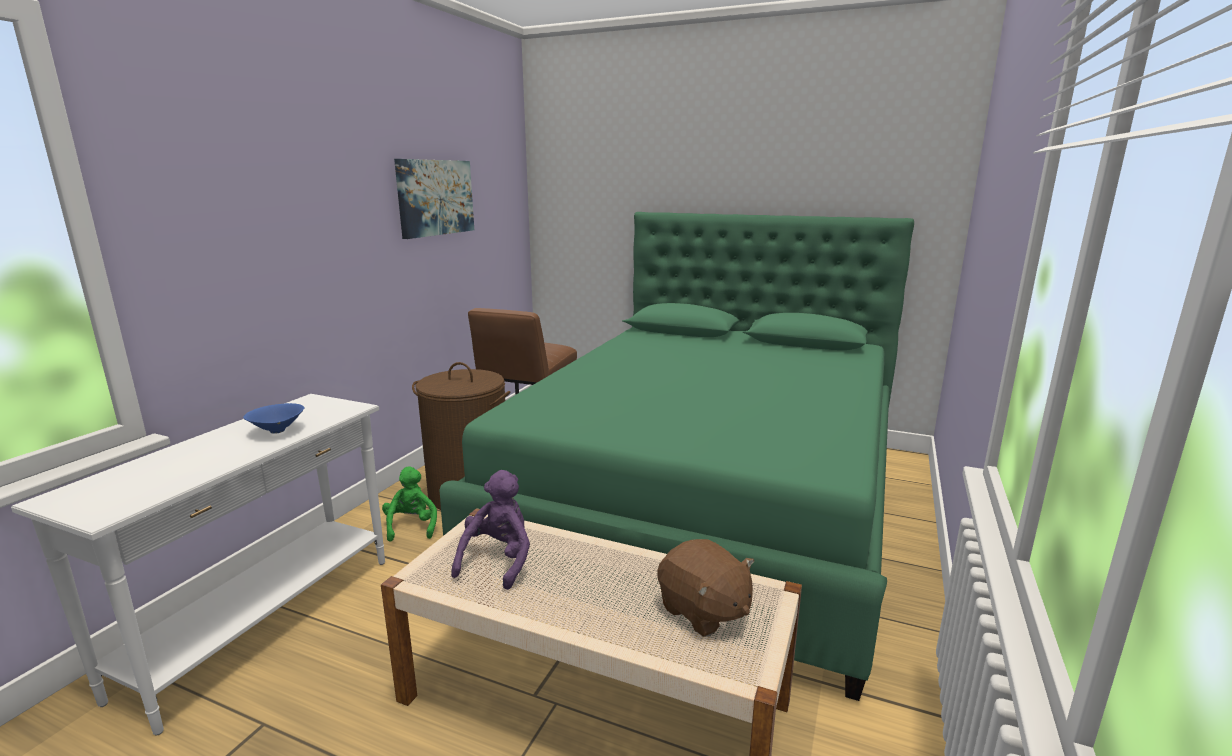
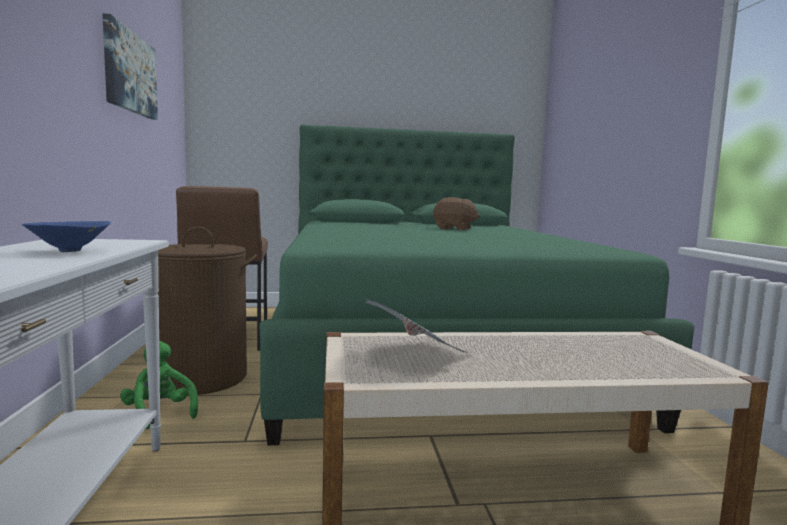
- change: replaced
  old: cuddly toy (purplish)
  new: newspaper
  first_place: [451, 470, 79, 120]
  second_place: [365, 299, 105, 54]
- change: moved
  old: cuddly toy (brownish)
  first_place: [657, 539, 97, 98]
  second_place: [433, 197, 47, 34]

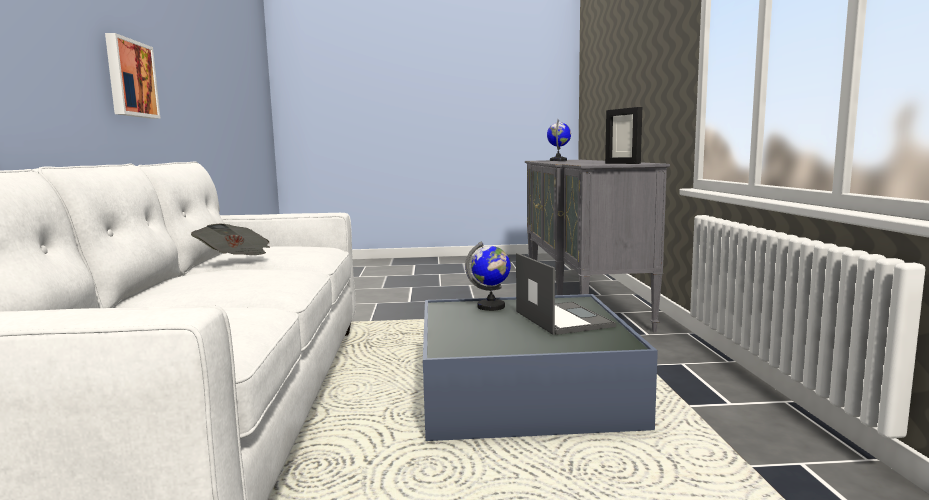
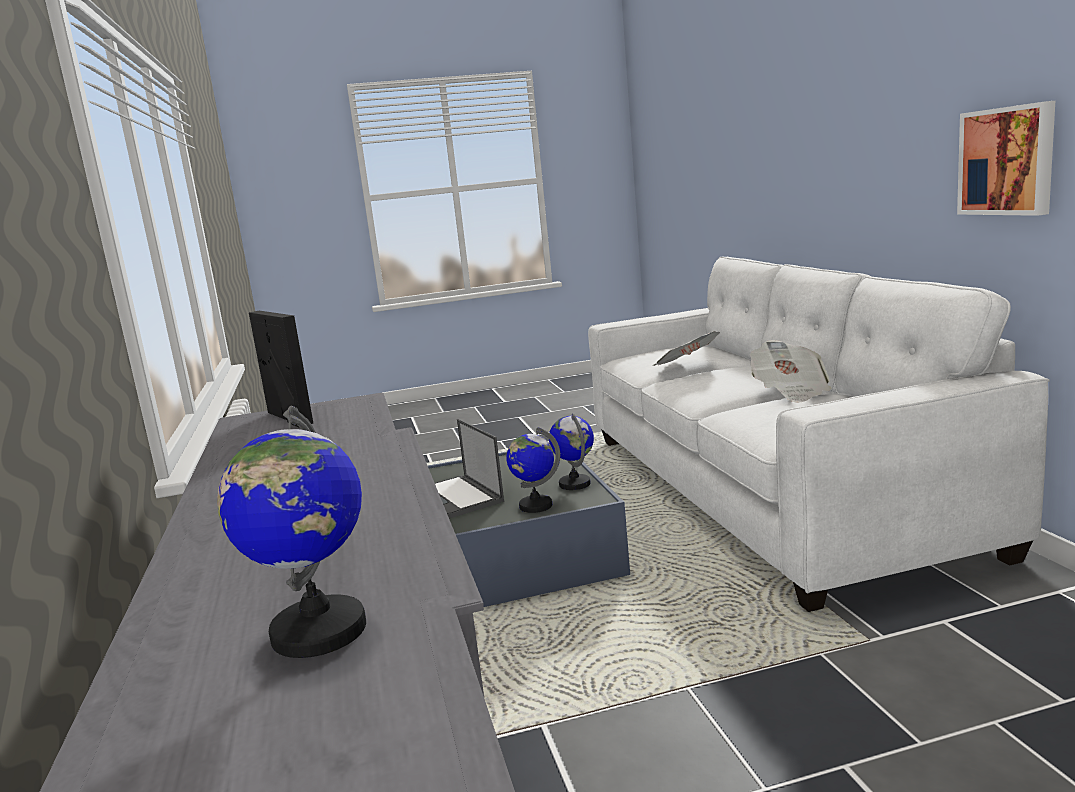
- change: added
  new: newspaper
  second_place: [653, 331, 67, 35]
- change: added
  new: globe
  second_place: [549, 413, 45, 77]

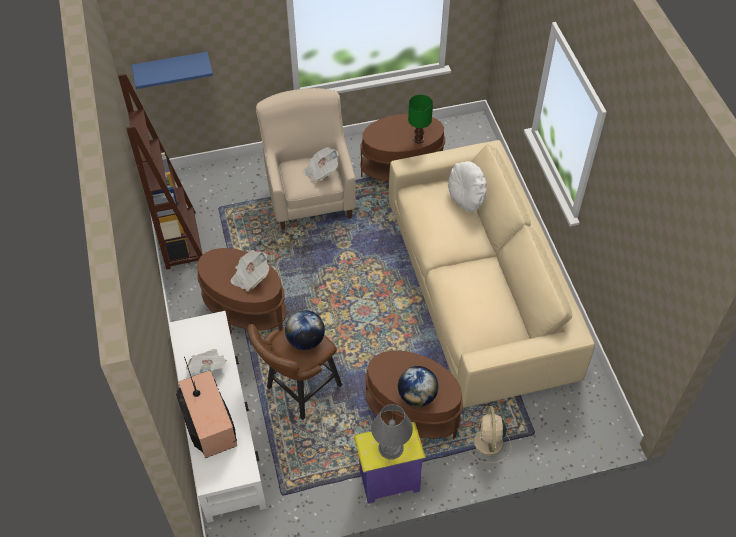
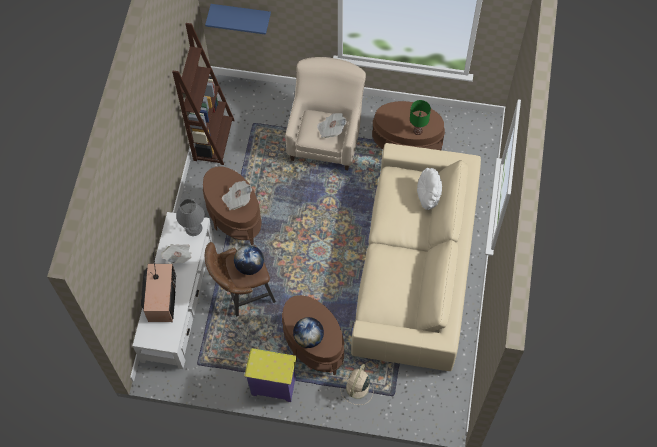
- change: moved
  old: tabletop lamp (gray)
  first_place: [371, 404, 42, 56]
  second_place: [176, 199, 28, 37]

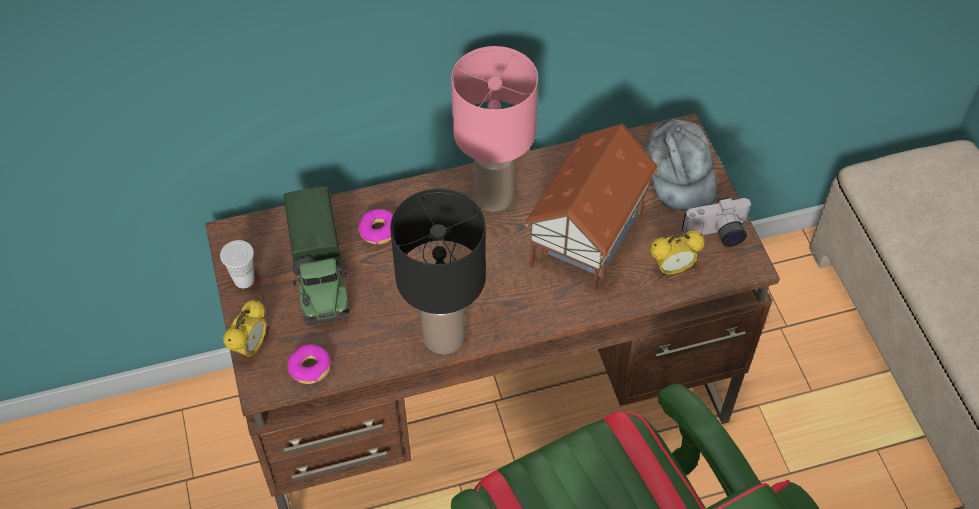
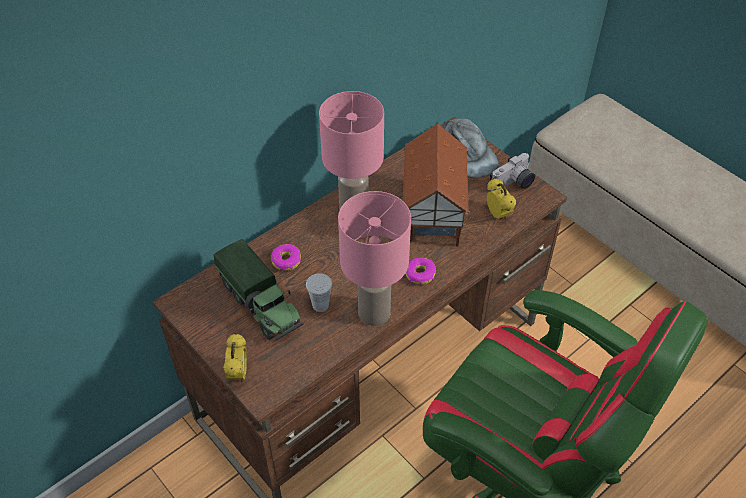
- change: recoloured
  old: tabletop lamp (black)
  new: tabletop lamp (pinkish)
  first_place: [390, 189, 96, 165]
  second_place: [338, 191, 73, 135]
- change: turned
  old: table clock
  first_place: [650, 231, 55, 44]
  second_place: [487, 178, 29, 42]
  degrees: -75
- change: moved
  old: small cup (white)
  first_place: [220, 240, 35, 48]
  second_place: [306, 273, 26, 39]
- change: moved
  old: doughnut
  first_place: [287, 344, 44, 40]
  second_place: [406, 257, 30, 28]

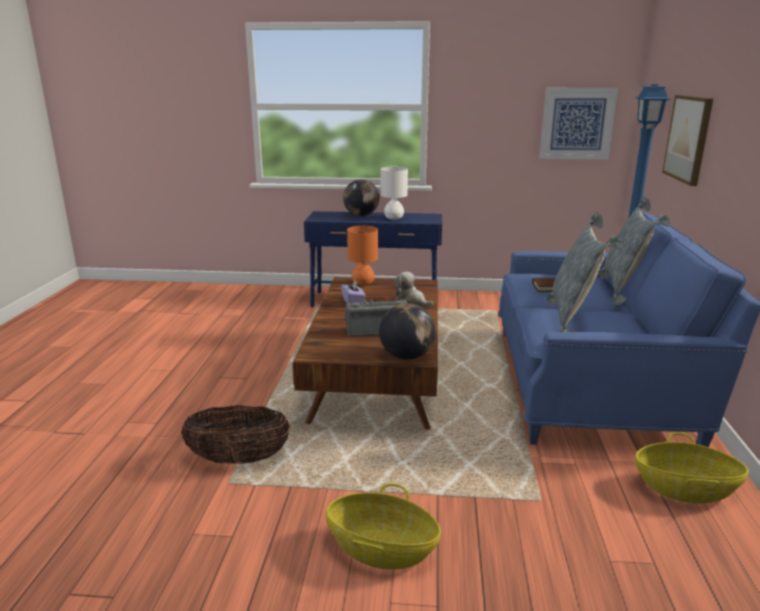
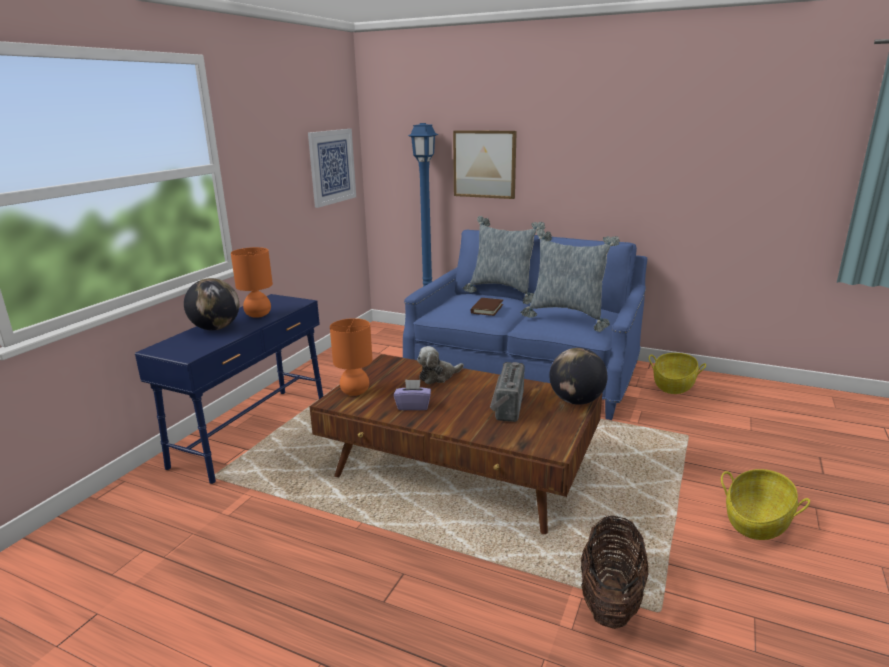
- change: recoloured
  old: tabletop lamp (white)
  new: tabletop lamp (orange)
  first_place: [381, 167, 27, 53]
  second_place: [231, 247, 42, 71]

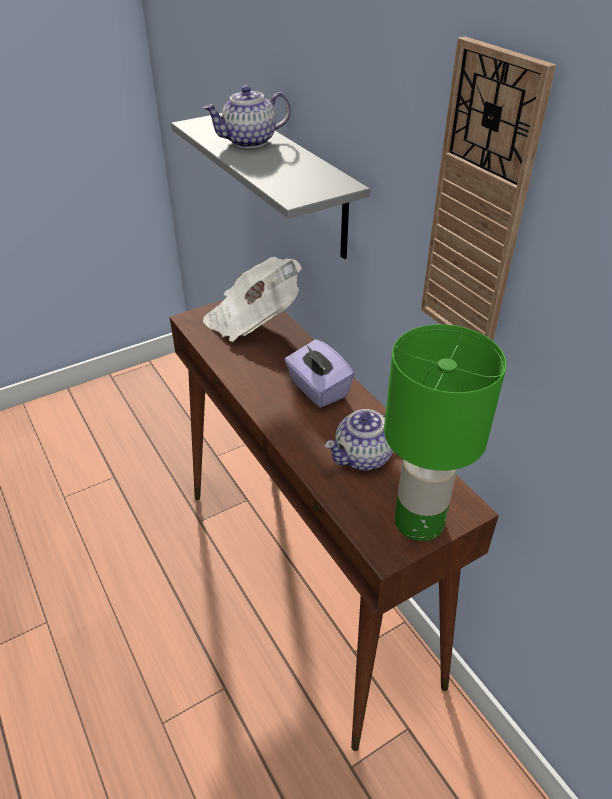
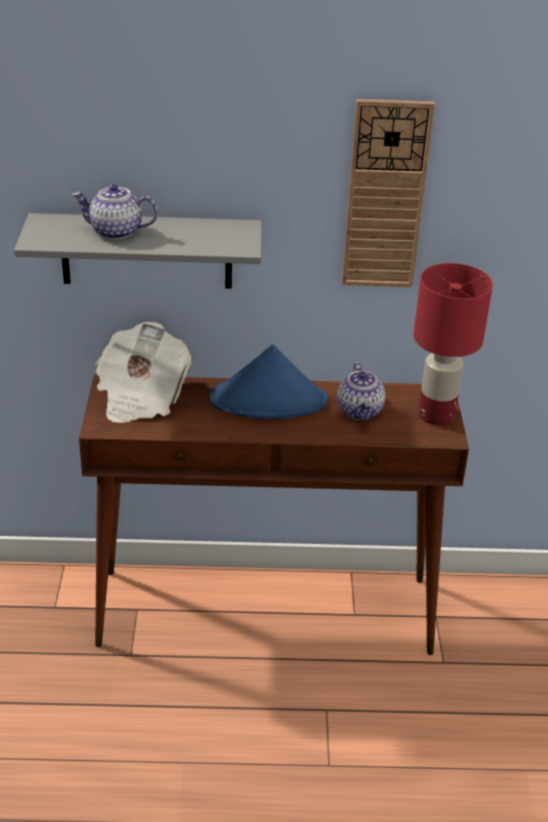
- change: turned
  old: teapot
  first_place: [203, 86, 88, 62]
  second_place: [72, 184, 86, 56]
  degrees: 90
- change: recoloured
  old: tabletop lamp (green)
  new: tabletop lamp (red-coloured)
  first_place: [384, 324, 123, 217]
  second_place: [413, 263, 80, 162]
- change: replaced
  old: box of tissues (purplish)
  new: wearable hat (blue)
  first_place: [285, 339, 69, 69]
  second_place: [210, 345, 117, 74]

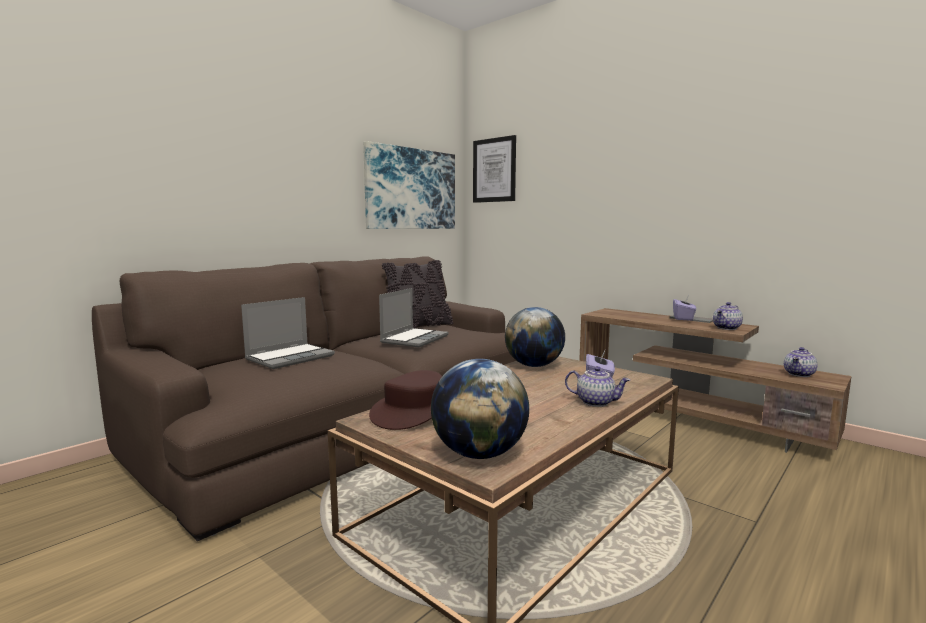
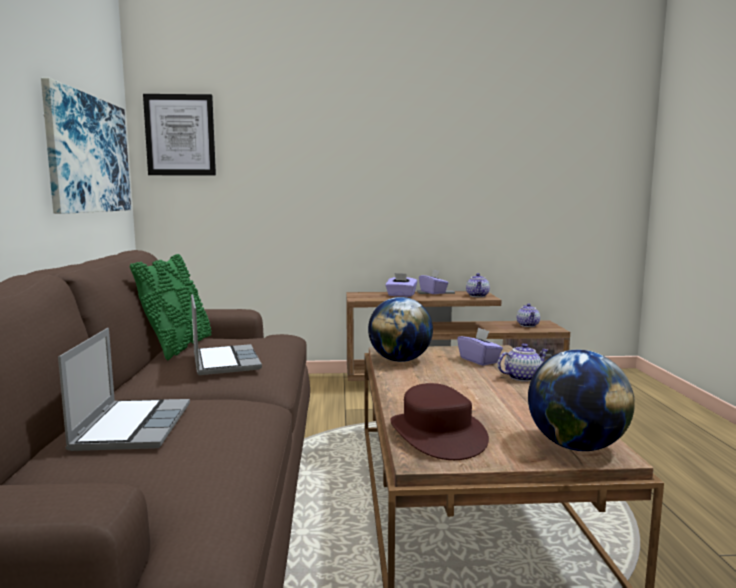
- change: recoloured
  old: throw pillow (black)
  new: throw pillow (green)
  first_place: [382, 260, 71, 68]
  second_place: [129, 254, 83, 106]
- change: added
  new: box of tissues (purplish)
  second_place: [385, 273, 33, 24]

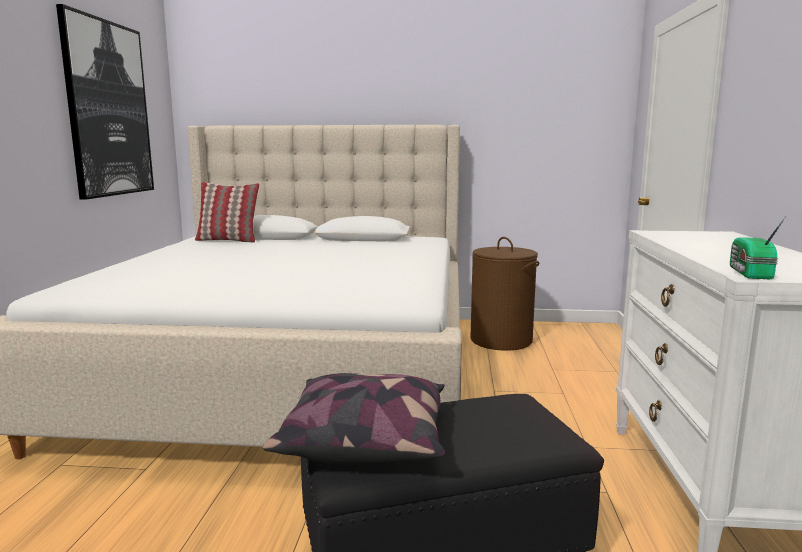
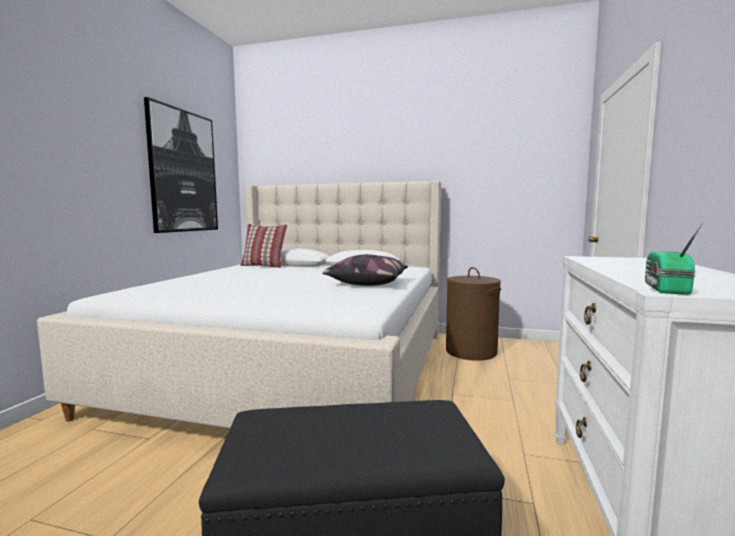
- change: moved
  old: throw pillow
  first_place: [262, 373, 184, 93]
  second_place: [322, 254, 86, 32]

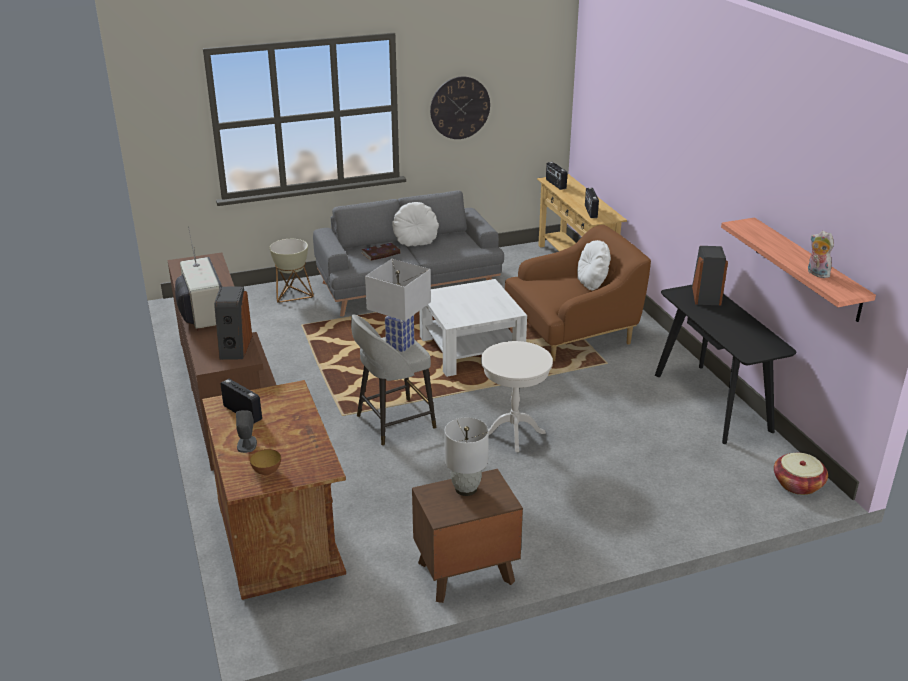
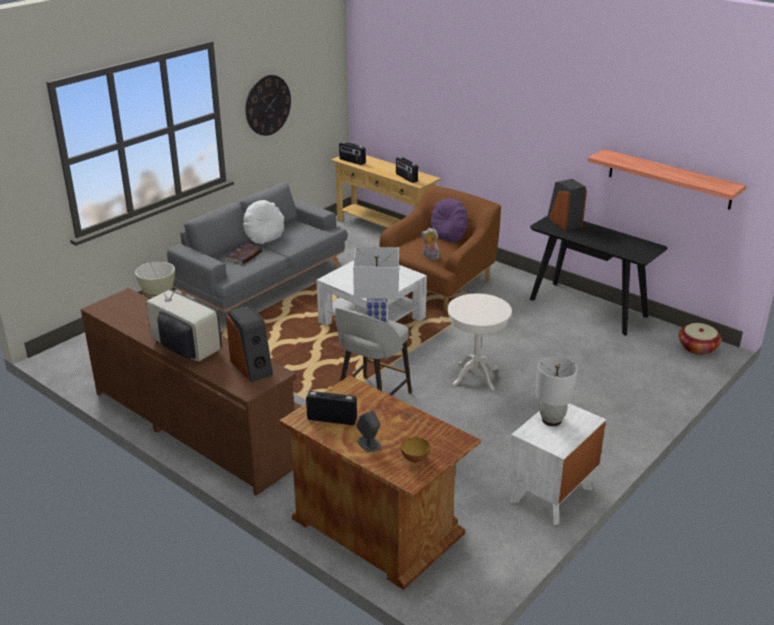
- change: moved
  old: cuddly toy
  first_place: [808, 231, 26, 47]
  second_place: [421, 228, 18, 32]
- change: recoloured
  old: throw pillow (white)
  new: throw pillow (purplish)
  first_place: [577, 240, 34, 50]
  second_place: [430, 198, 38, 45]
- change: recoloured
  old: night table (brownish)
  new: night table (white)
  first_place: [412, 469, 111, 134]
  second_place: [508, 403, 98, 122]

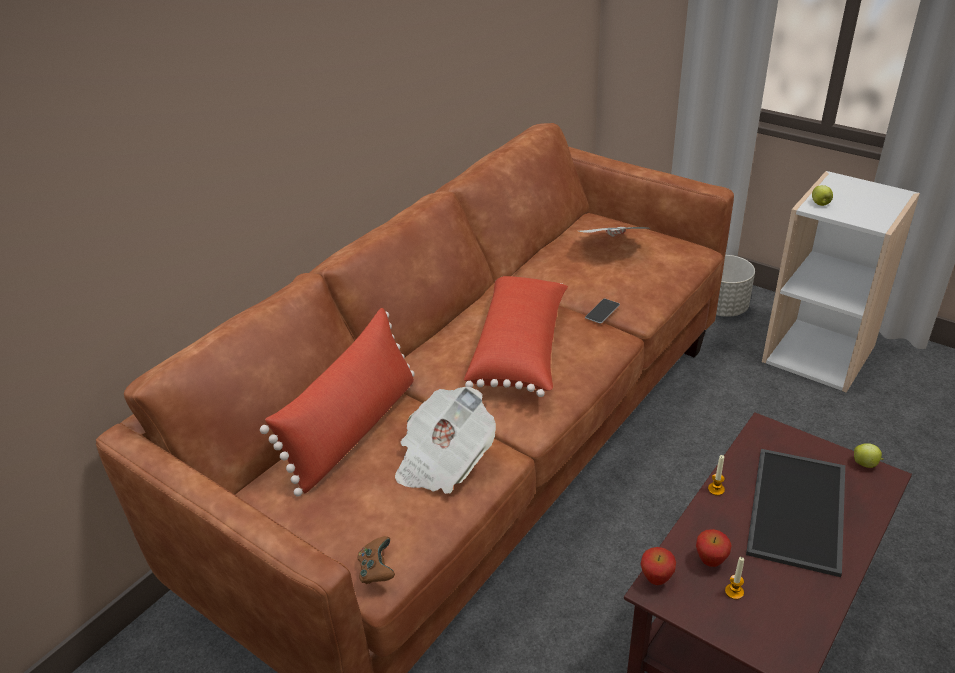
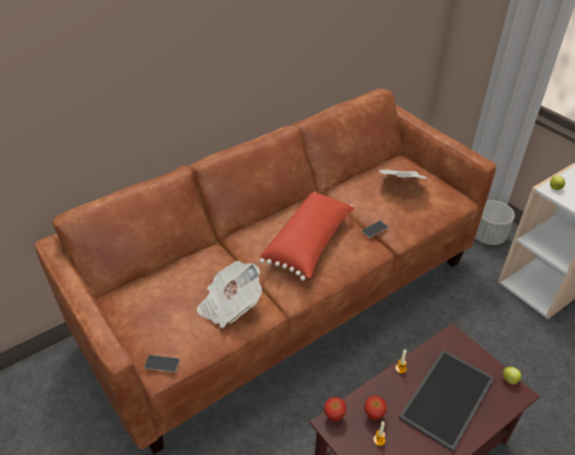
- change: removed
  old: throw pillow (red-coloured)
  first_place: [260, 308, 155, 189]
- change: replaced
  old: game controller (brownish)
  new: handset
  first_place: [358, 536, 37, 48]
  second_place: [144, 355, 36, 17]

